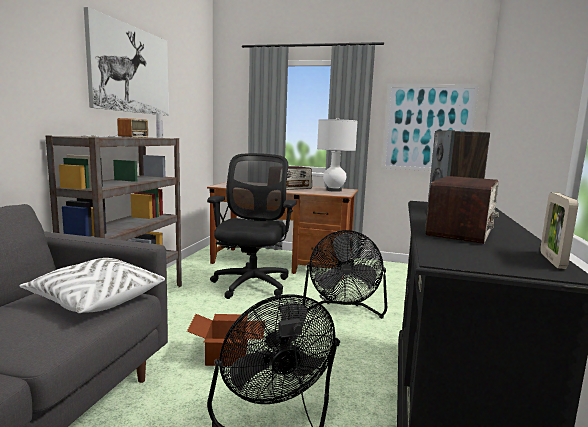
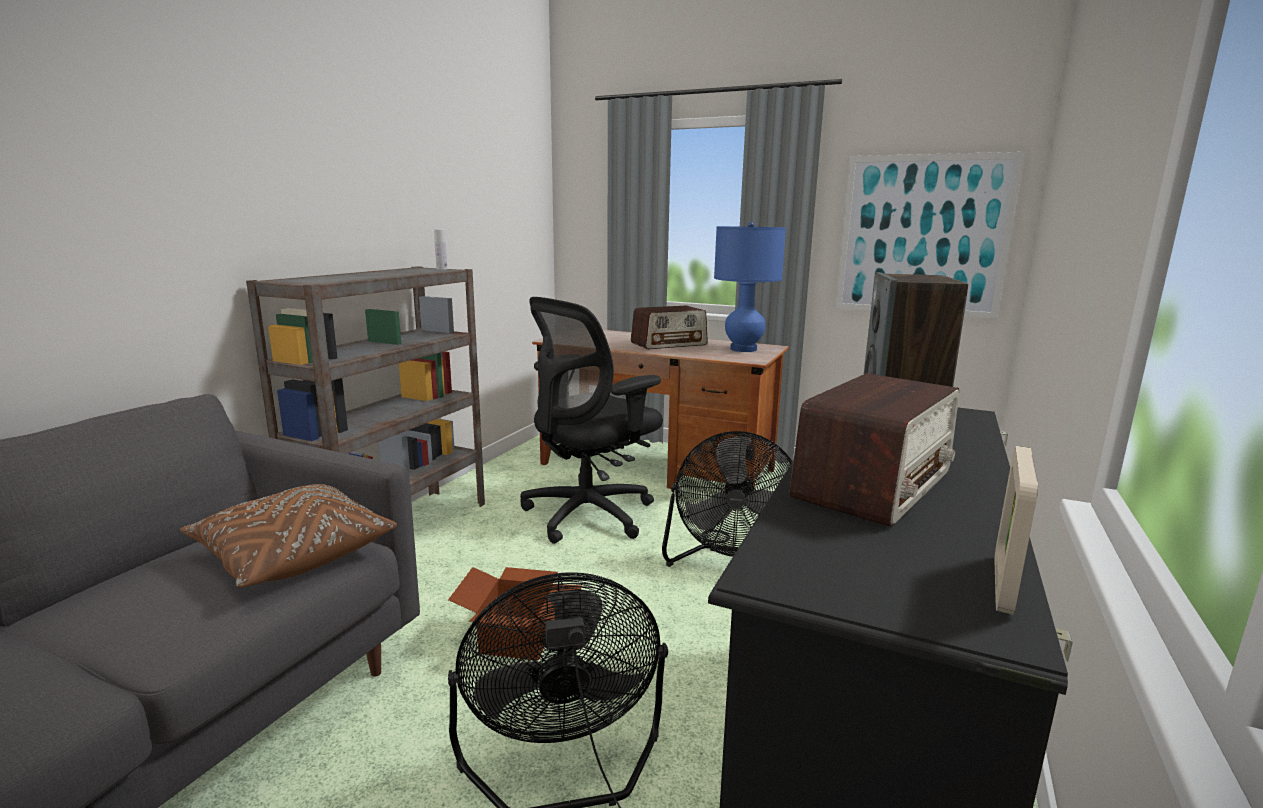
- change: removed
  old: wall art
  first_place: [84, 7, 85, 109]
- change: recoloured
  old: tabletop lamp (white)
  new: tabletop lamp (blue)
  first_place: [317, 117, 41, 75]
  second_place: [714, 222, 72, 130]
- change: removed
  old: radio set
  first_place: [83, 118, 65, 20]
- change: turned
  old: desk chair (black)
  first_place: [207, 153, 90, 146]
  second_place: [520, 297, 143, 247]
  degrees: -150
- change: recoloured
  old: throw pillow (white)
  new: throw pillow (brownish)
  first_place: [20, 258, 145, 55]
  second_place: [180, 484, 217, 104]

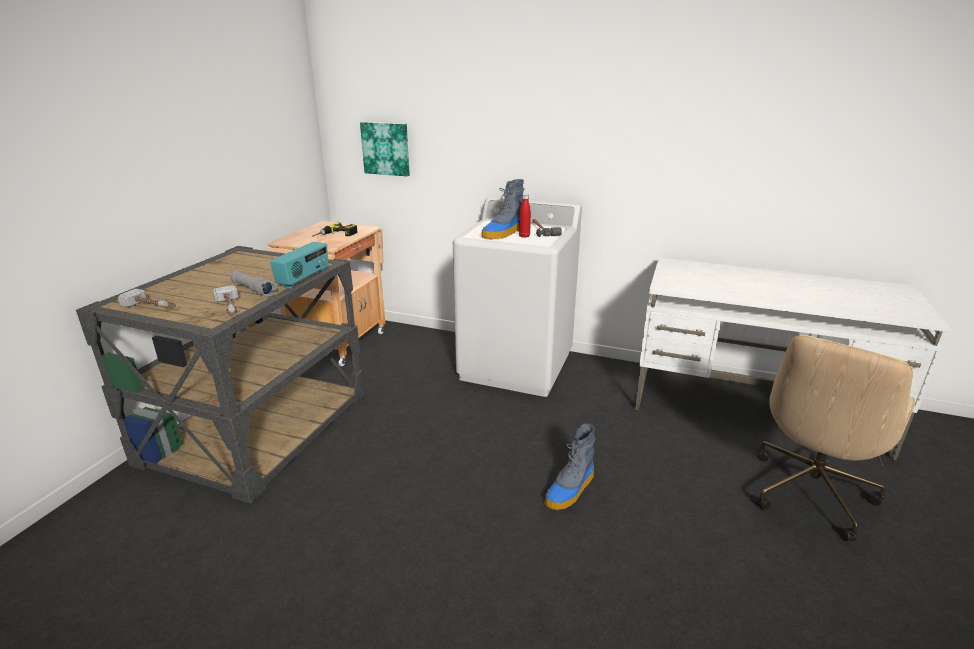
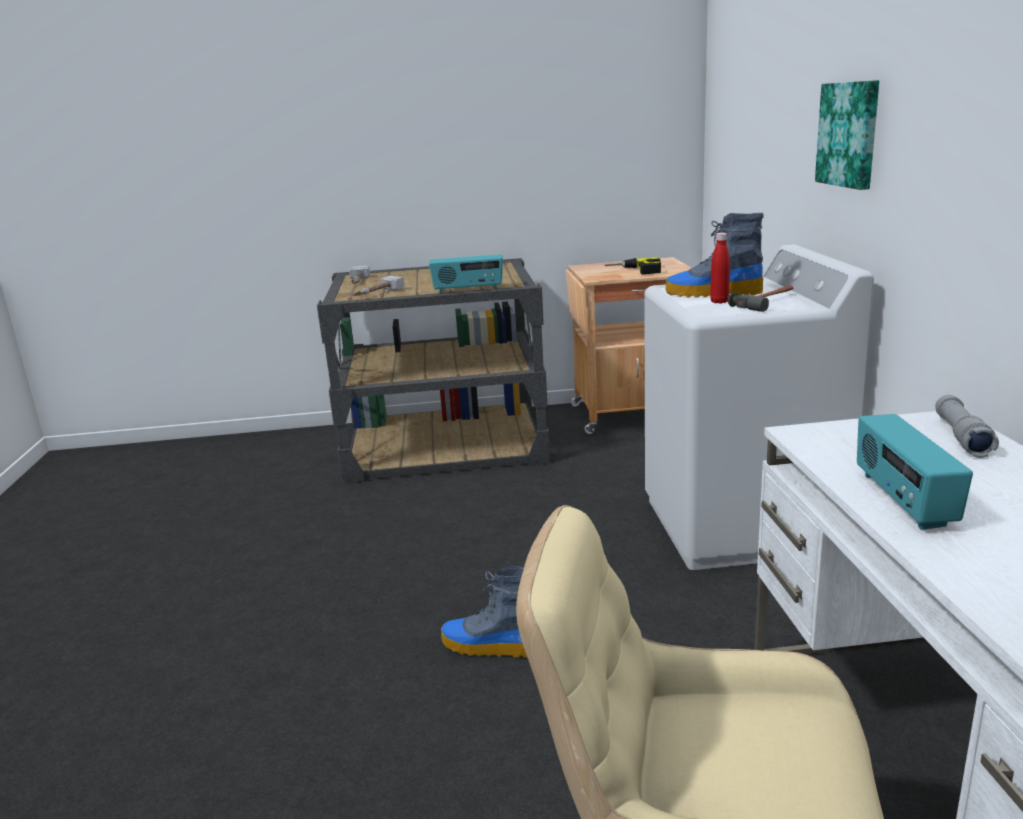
- change: moved
  old: wall art
  first_place: [360, 122, 50, 54]
  second_place: [815, 80, 64, 110]
- change: moved
  old: torch (gray)
  first_place: [230, 271, 46, 25]
  second_place: [935, 395, 64, 63]
- change: added
  new: radio set
  second_place: [857, 414, 116, 116]

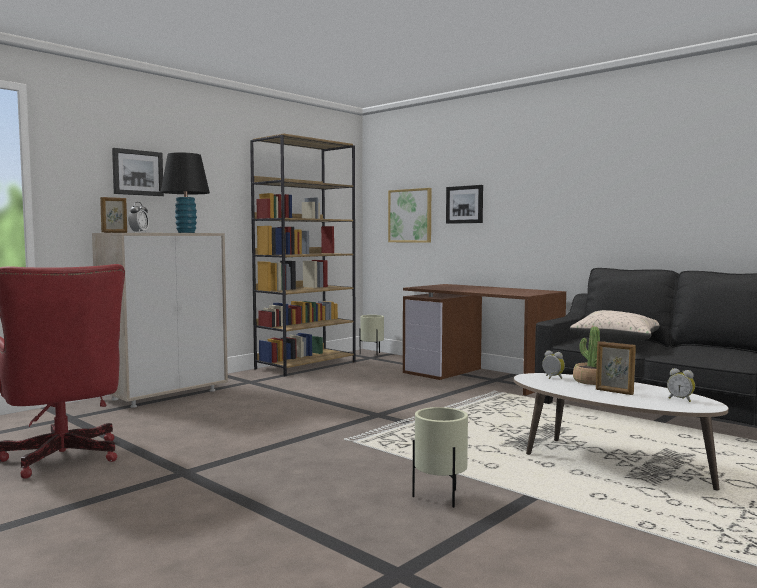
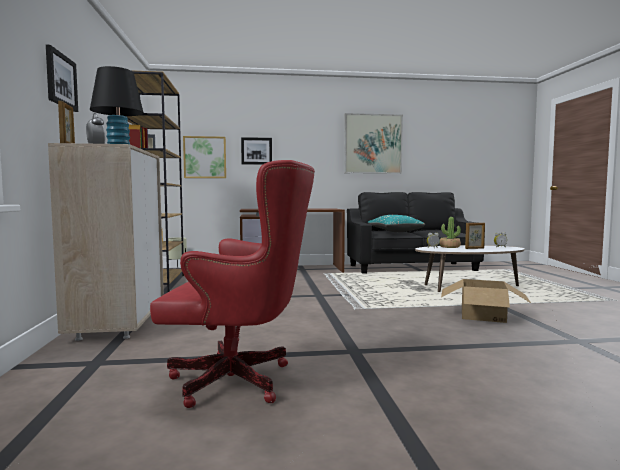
- change: recoloured
  old: throw pillow (sand-coloured)
  new: throw pillow (turquoise-coloured)
  first_place: [570, 310, 89, 34]
  second_place: [368, 215, 57, 17]
- change: replaced
  old: flower pot (sand-coloured)
  new: packing box
  first_place: [413, 407, 55, 101]
  second_place: [441, 279, 91, 44]
- change: added
  new: wall art
  second_place: [344, 113, 59, 61]

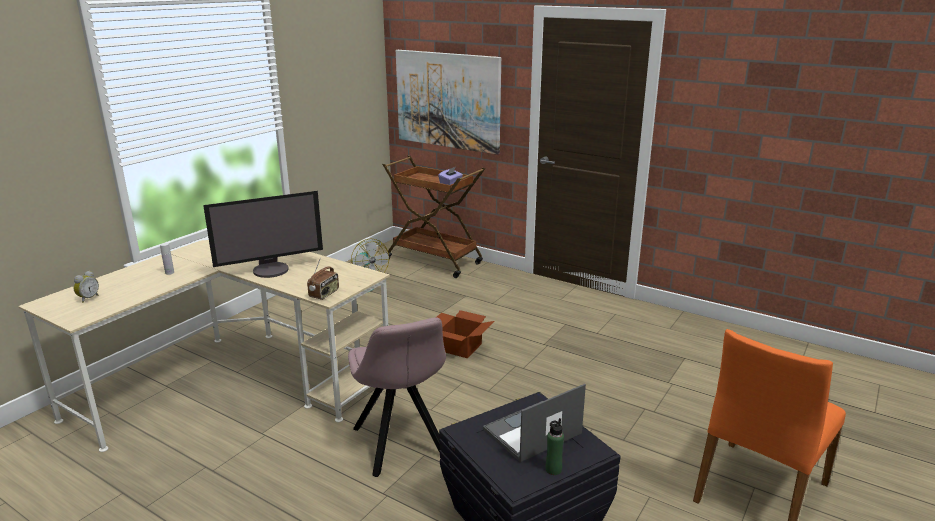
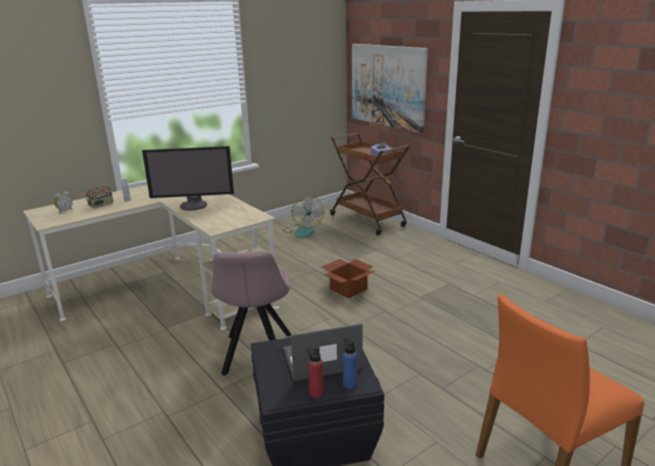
- change: moved
  old: radio set
  first_place: [307, 258, 32, 42]
  second_place: [86, 179, 27, 29]
- change: recoloured
  old: bottle (green)
  new: bottle (red-coloured)
  first_place: [546, 418, 18, 57]
  second_place: [307, 347, 17, 51]
- change: added
  new: bottle (blue)
  second_place: [343, 338, 14, 51]

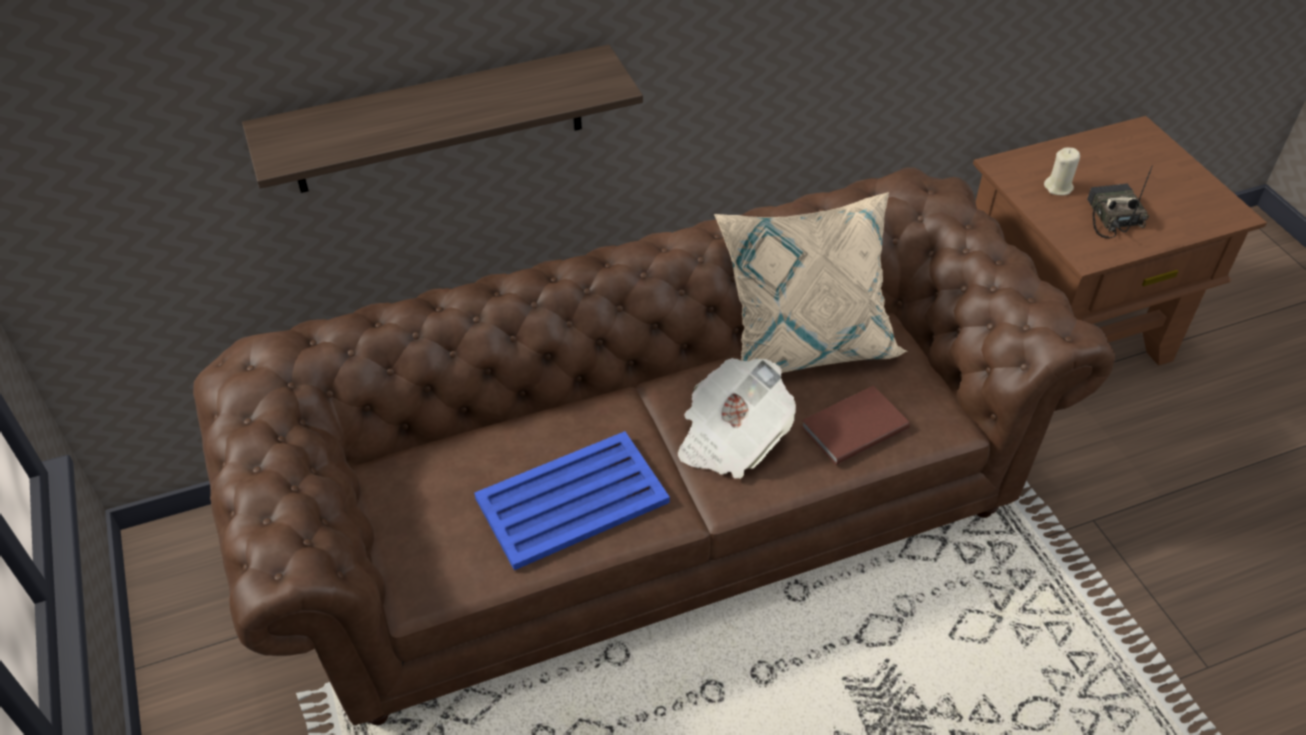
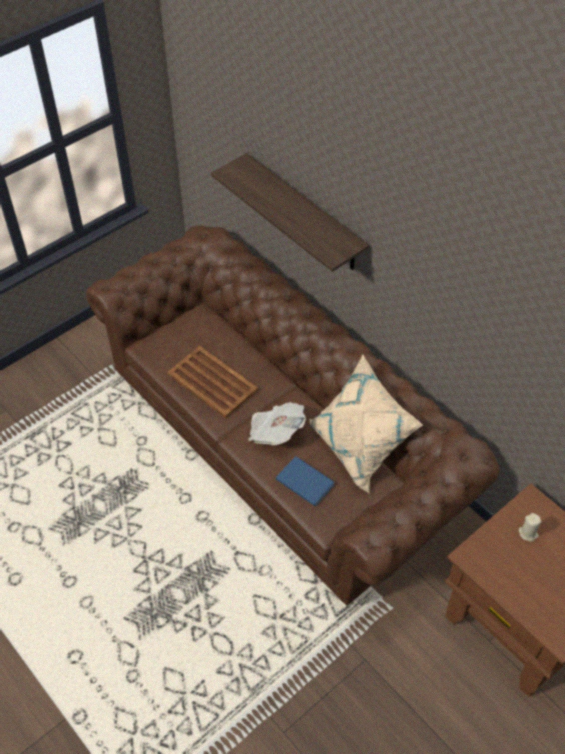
- change: removed
  old: radio set
  first_place: [1087, 165, 66, 74]
- change: recoloured
  old: volume (brownish)
  new: volume (blue)
  first_place: [801, 385, 109, 80]
  second_place: [276, 456, 59, 50]
- change: recoloured
  old: tray (blue)
  new: tray (brownish)
  first_place: [474, 431, 196, 139]
  second_place: [167, 346, 91, 73]

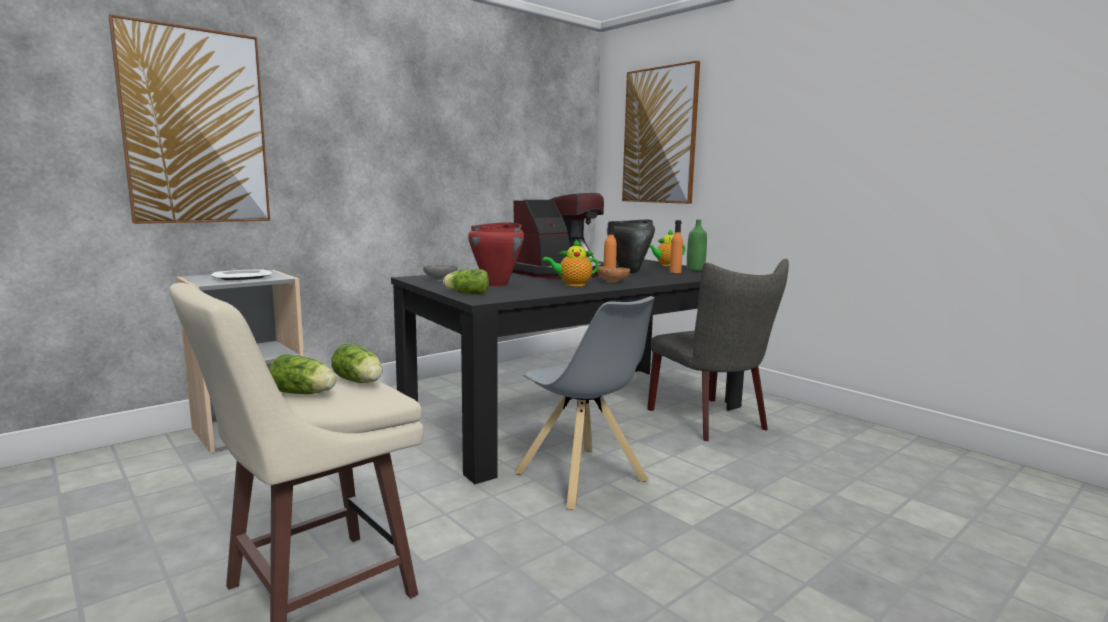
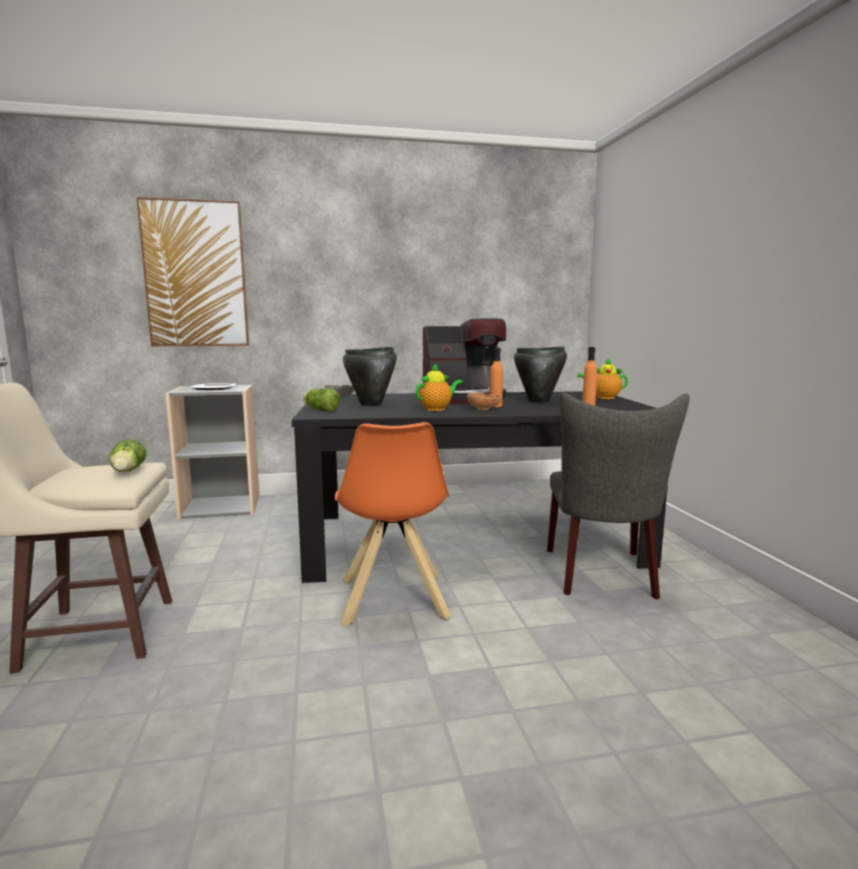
- change: removed
  old: wall art
  first_place: [622, 61, 78, 143]
- change: removed
  old: bottle (green)
  first_place: [687, 219, 20, 52]
- change: recoloured
  old: cooking pot (red-coloured)
  new: cooking pot (black)
  first_place: [468, 222, 56, 65]
  second_place: [343, 347, 54, 60]
- change: turned
  old: teapot
  first_place: [542, 240, 57, 46]
  second_place: [416, 364, 47, 47]
  degrees: 120
- change: recoloured
  old: chair (gray)
  new: chair (orange)
  first_place: [514, 296, 140, 214]
  second_place: [335, 422, 116, 204]
- change: removed
  old: lettuce
  first_place: [269, 354, 67, 40]

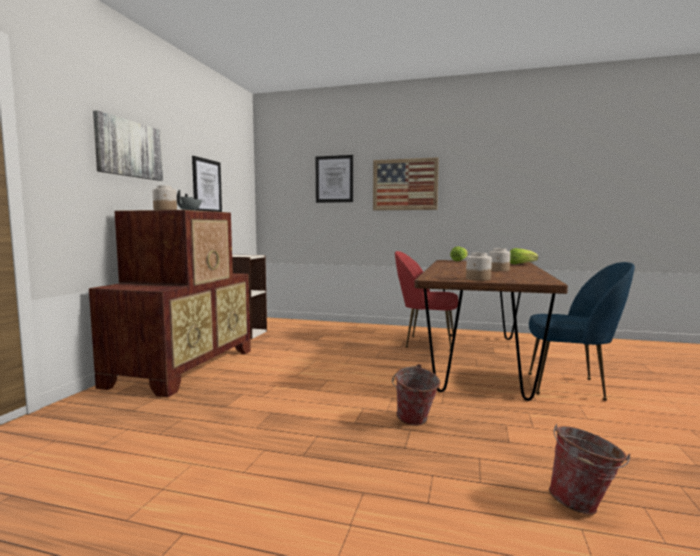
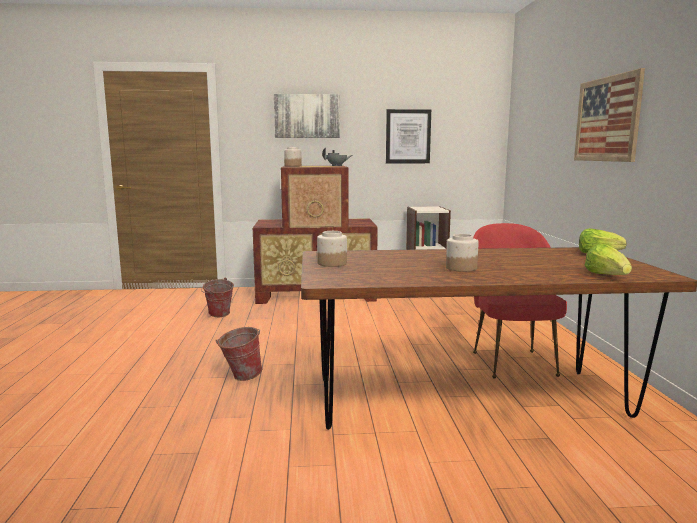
- change: removed
  old: wall art
  first_place: [316, 155, 37, 48]
- change: removed
  old: chair (blue)
  first_place: [529, 262, 106, 139]
- change: moved
  old: pail
  first_place: [549, 424, 81, 91]
  second_place: [201, 278, 33, 39]

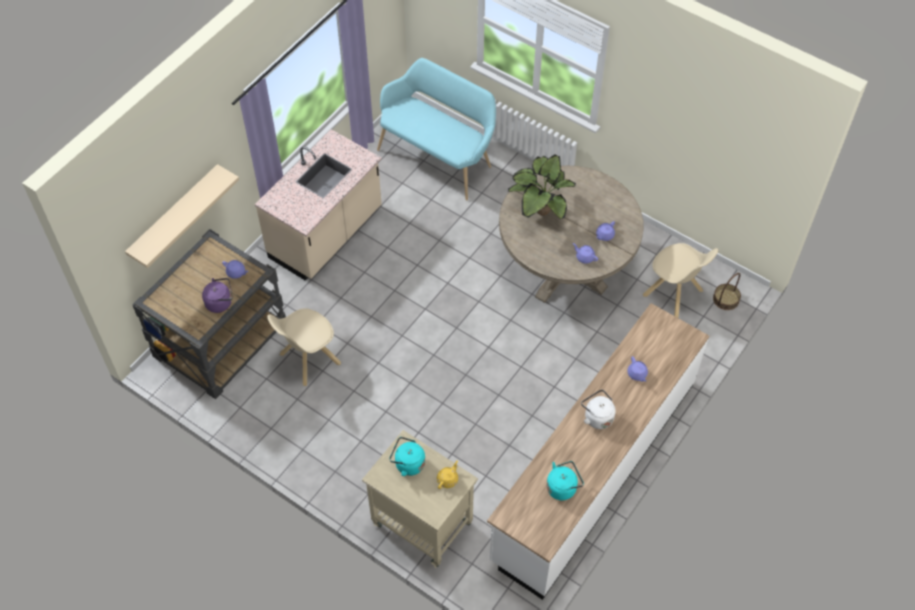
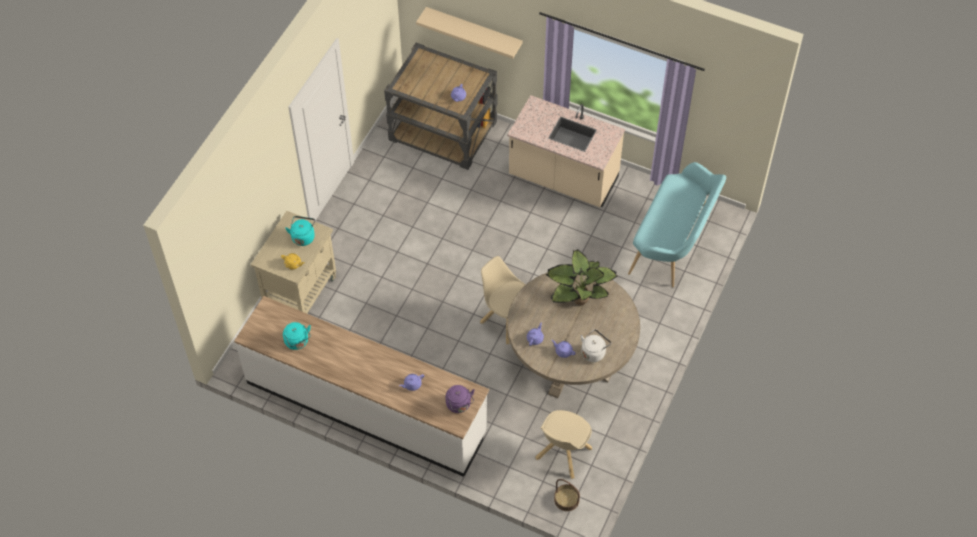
- change: moved
  old: kettle (purplish)
  first_place: [202, 278, 30, 35]
  second_place: [445, 385, 30, 28]
- change: moved
  old: chair (sand-coloured)
  first_place: [267, 308, 74, 78]
  second_place: [480, 256, 46, 88]
- change: moved
  old: kettle (white)
  first_place: [581, 389, 35, 40]
  second_place: [581, 329, 30, 33]

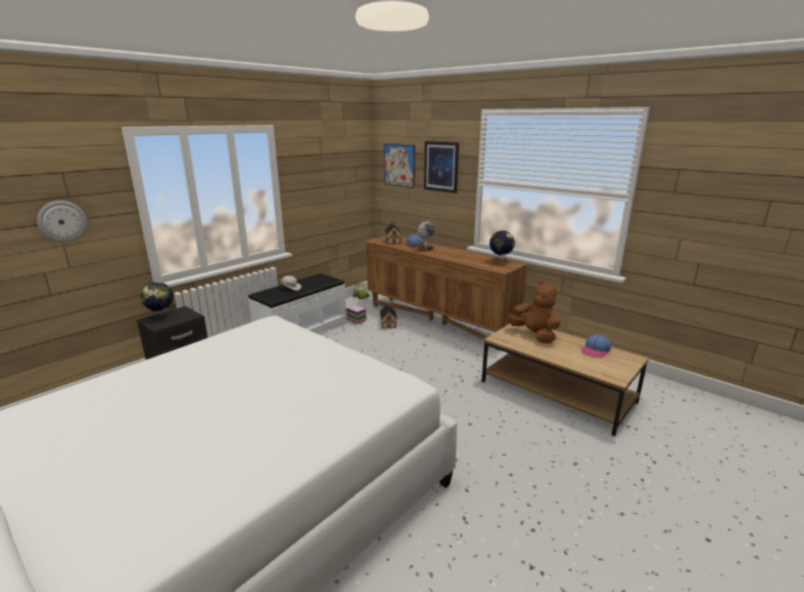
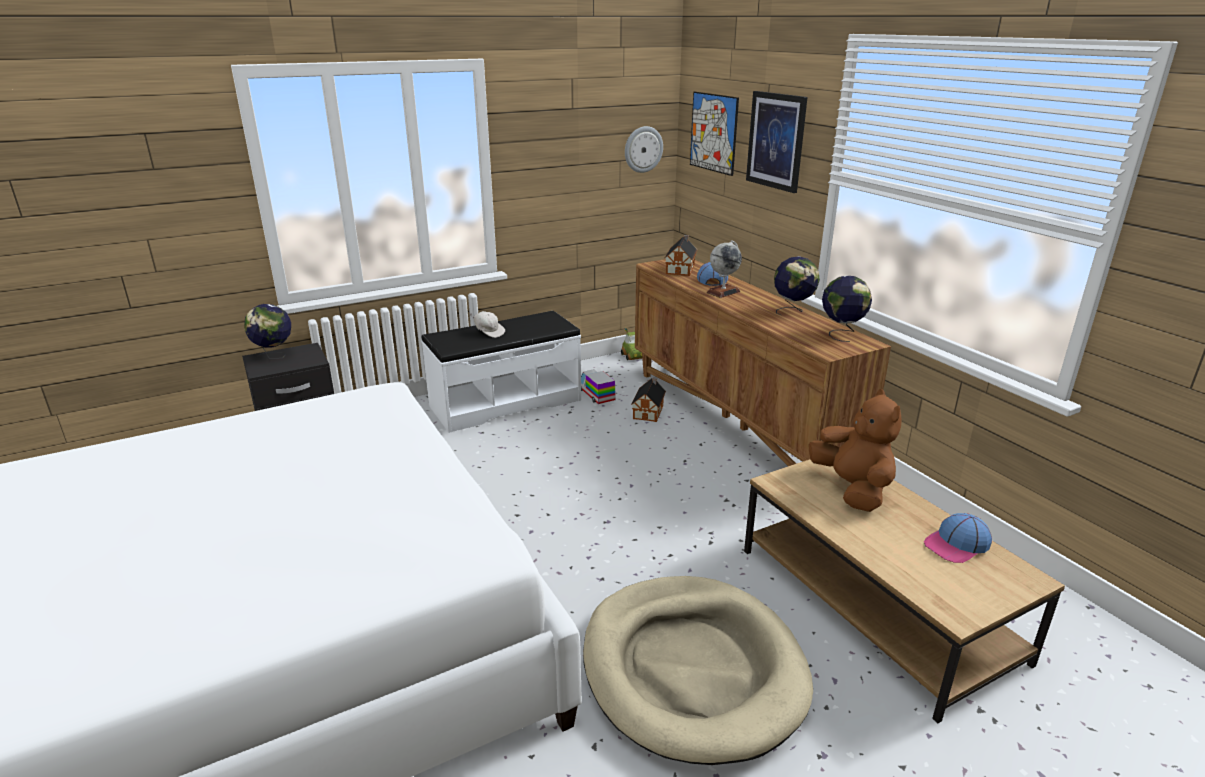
- change: moved
  old: clock on the wall
  first_place: [37, 201, 50, 41]
  second_place: [625, 126, 38, 47]
- change: added
  new: globe
  second_place: [774, 256, 46, 59]
- change: added
  new: dog bed (sand-coloured)
  second_place: [583, 576, 230, 189]

